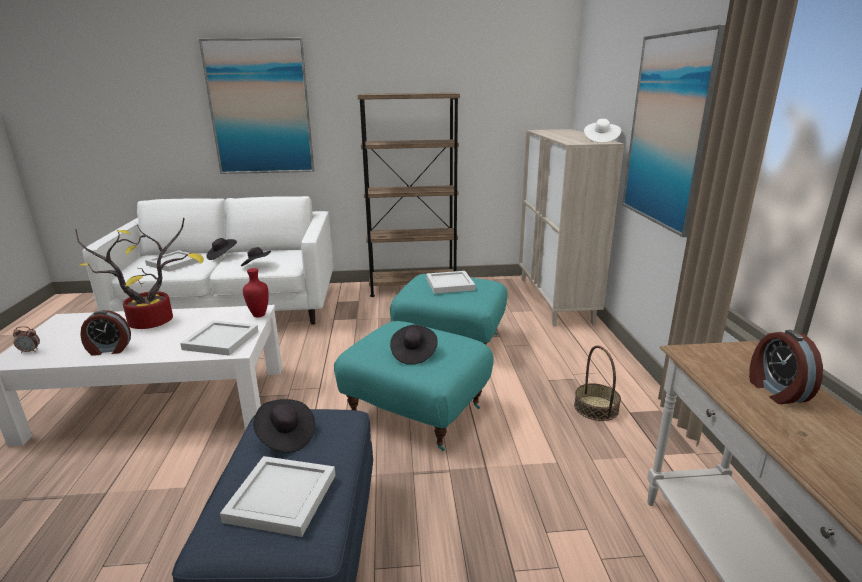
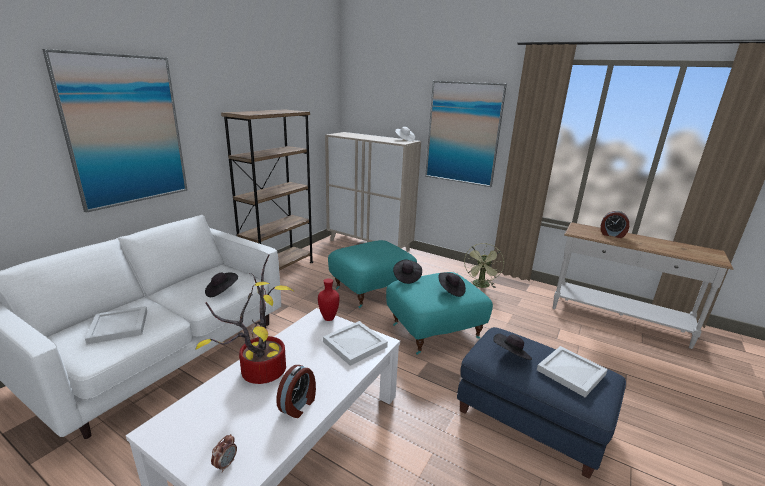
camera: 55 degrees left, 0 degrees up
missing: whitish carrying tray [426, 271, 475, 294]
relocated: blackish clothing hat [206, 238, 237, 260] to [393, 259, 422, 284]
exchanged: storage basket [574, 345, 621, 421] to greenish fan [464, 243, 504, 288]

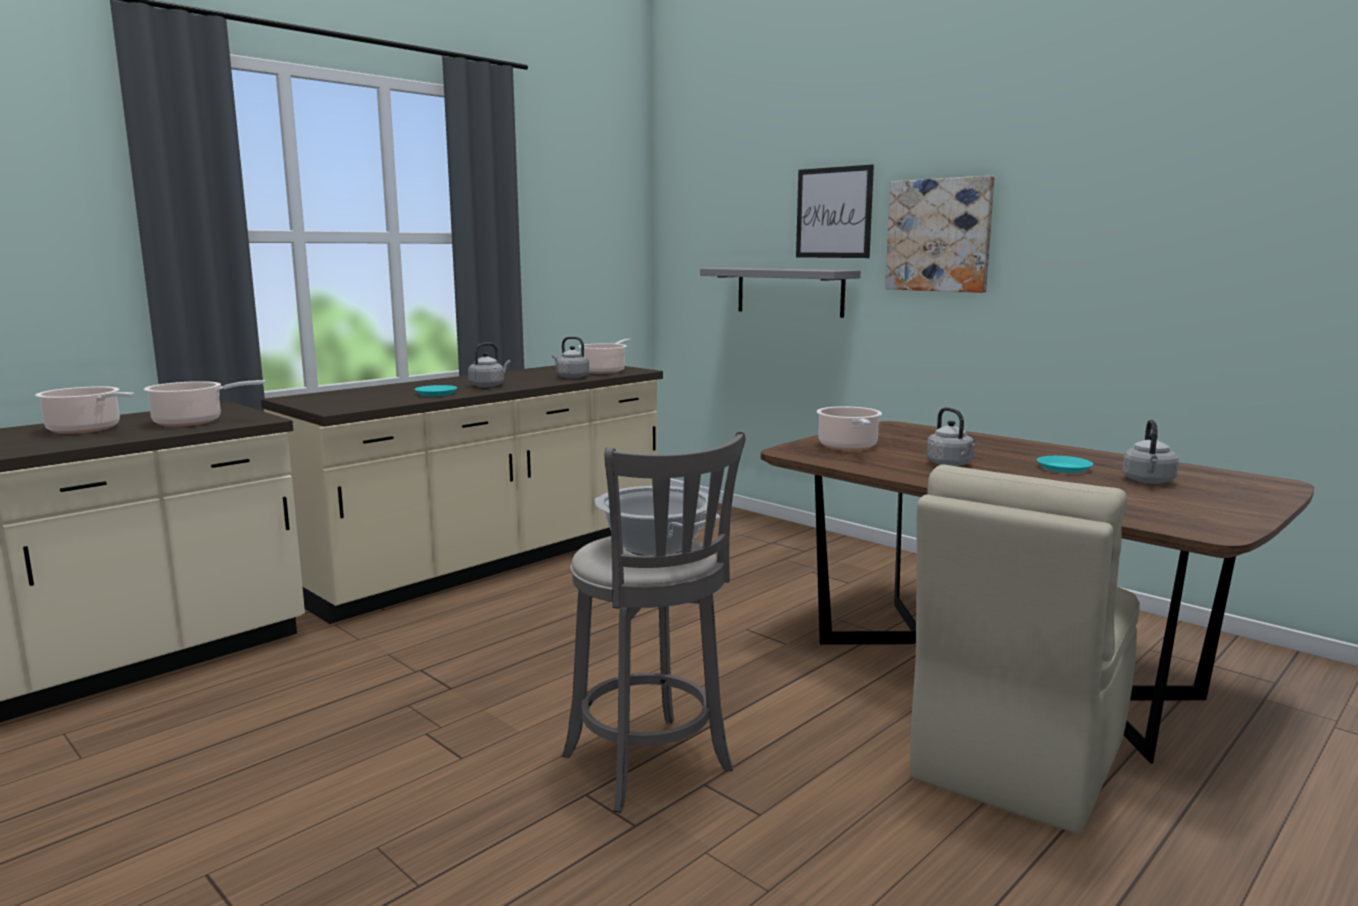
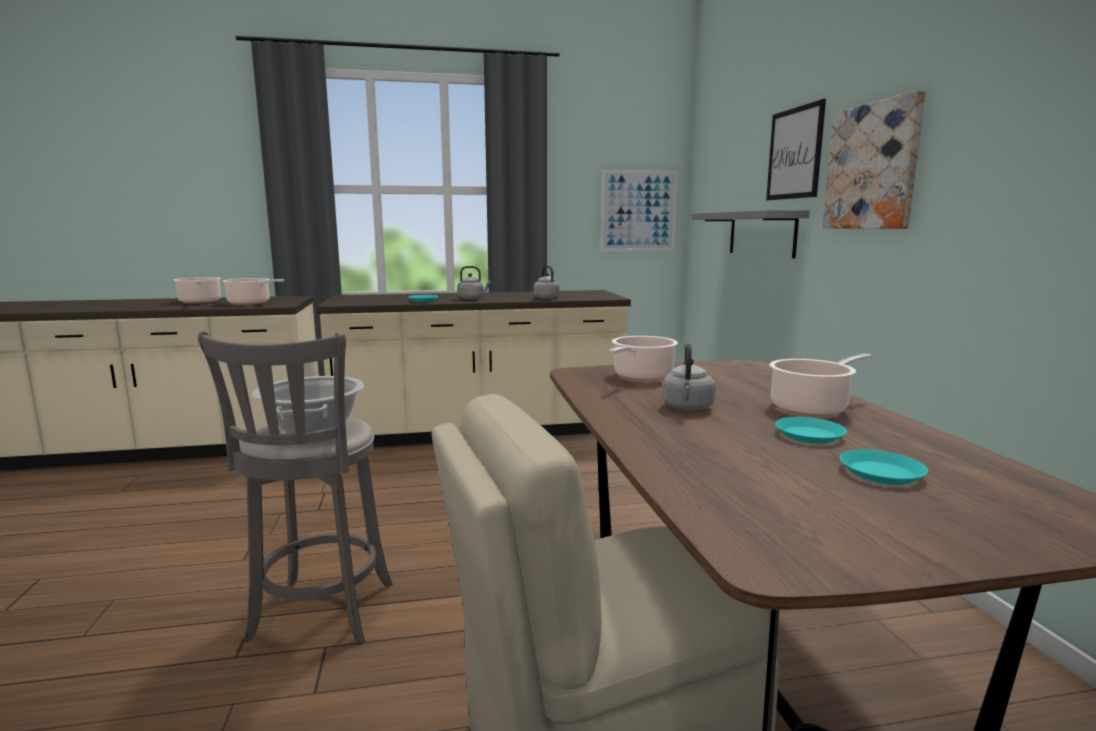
camera: 35 degrees right, 0 degrees up
appeared: wall picture [600, 170, 678, 251]
relocated: saucepot [578, 339, 631, 374] to [769, 354, 872, 416]
exchanged: grey water kettle [1122, 420, 1179, 484] to turquoise-coloured dinner plate [840, 449, 928, 485]

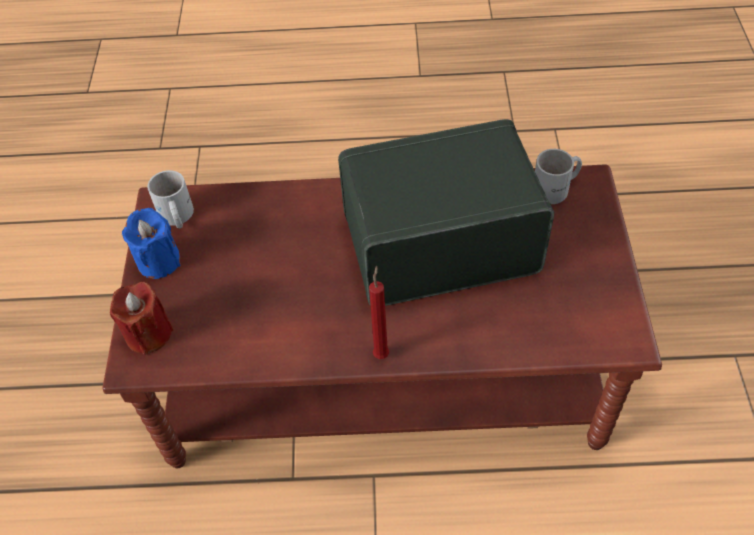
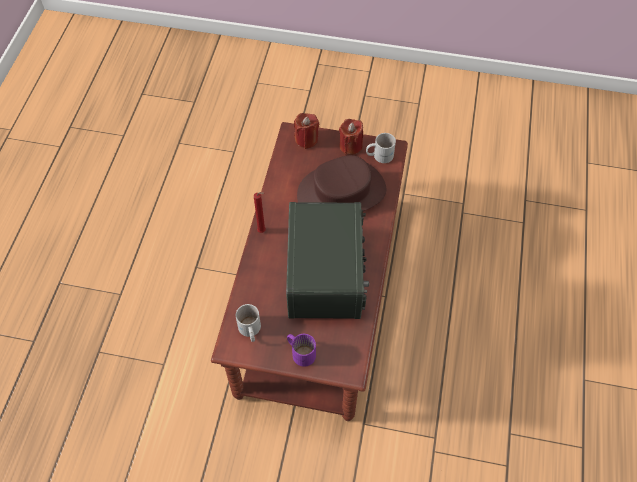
camera: 100 degrees right, 5 degrees up
appeared: purple coffee mug [287, 334, 316, 367]; brownish clothing hat [297, 155, 386, 211]
relocated: whitish coffee mug [535, 149, 582, 204] to [236, 304, 261, 342]
colour: blue wax light [122, 208, 181, 279] to red-coloured wax light [339, 119, 363, 155]

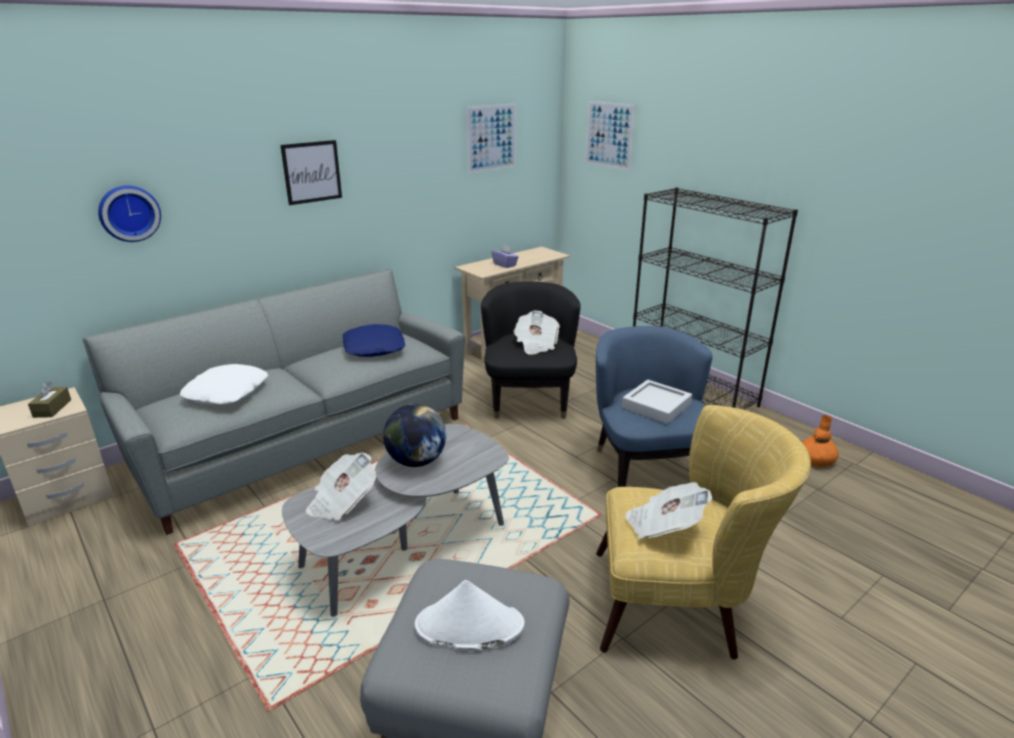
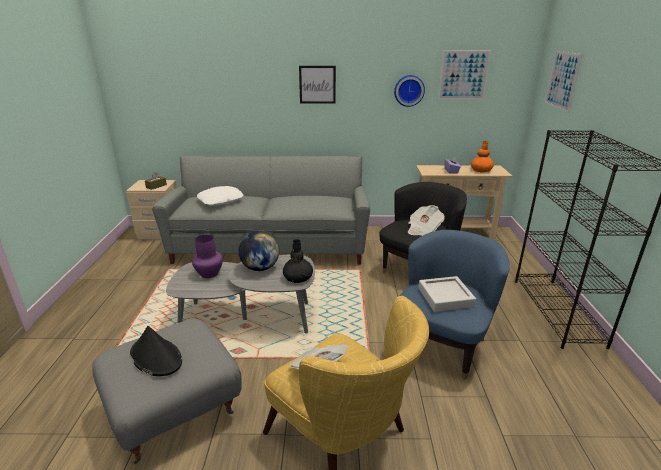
camera: 40 degrees right, 0 degrees up
missing: blue cushion [343, 324, 405, 357]
appeared: blackish flower vase [283, 239, 313, 283]
relocated: hanging clock [98, 185, 161, 242] to [394, 75, 425, 107]; orangey flower vase [802, 415, 839, 467] to [471, 141, 494, 172]
exchanged: daily paper [306, 453, 376, 521] to purple flower vase [192, 235, 223, 278]
colour: whitish clothing hat [415, 580, 525, 651] to blackish clothing hat [130, 326, 182, 376]

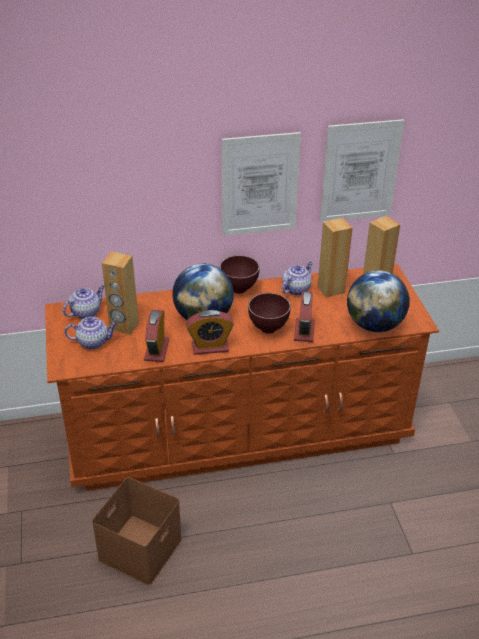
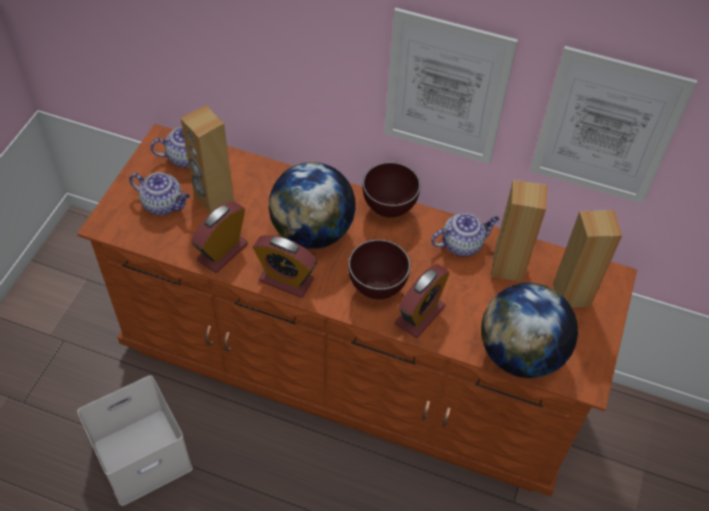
camera: 30 degrees right, 15 degrees up
colour: brownish storage container [92, 477, 182, 586] to whitish storage container [77, 375, 193, 506]

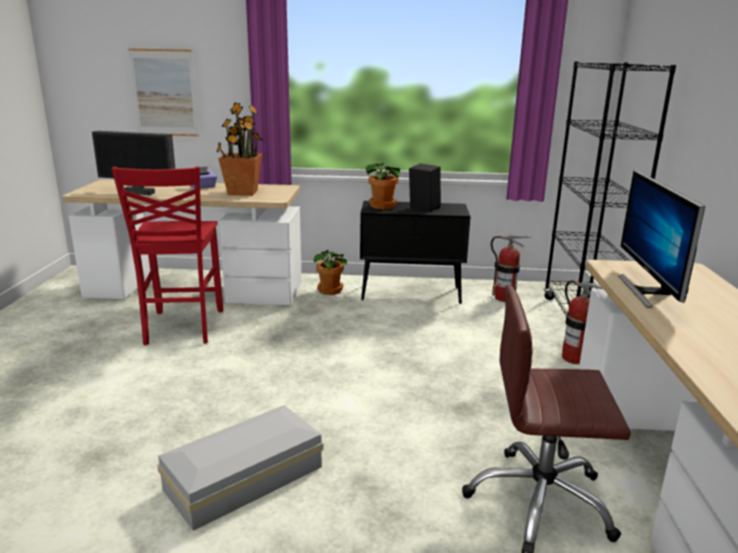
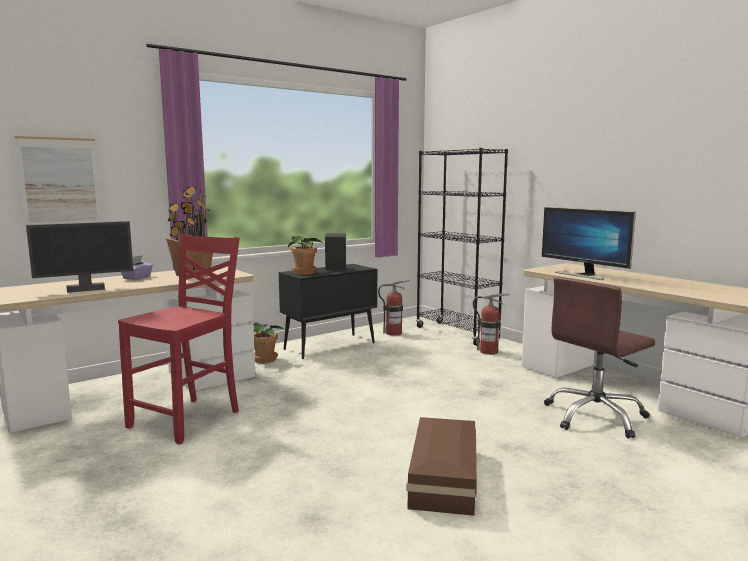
camera: 40 degrees left, 10 degrees down
colour: whitish storage container [157, 405, 323, 531] to brownish storage container [406, 417, 477, 516]
spun: red-coloured plain chair [111, 167, 223, 345] = [118, 233, 240, 445] 105 degrees counterclockwise

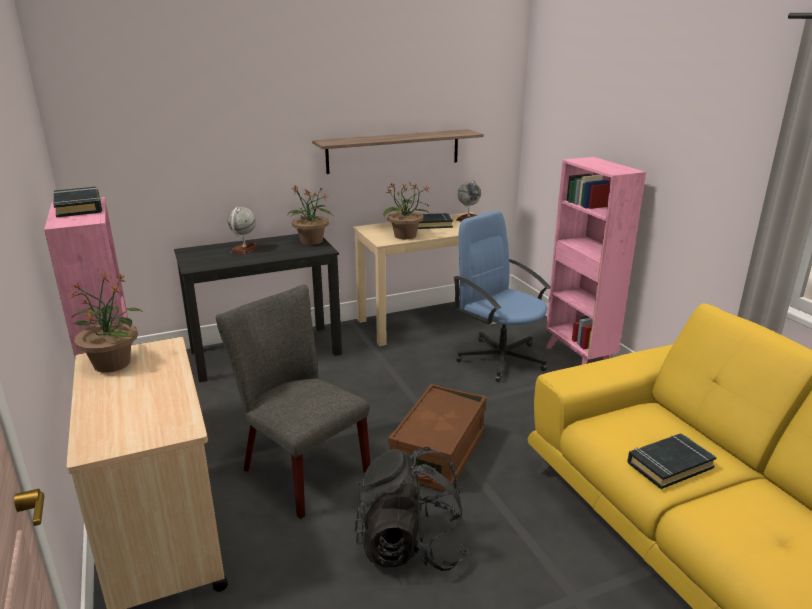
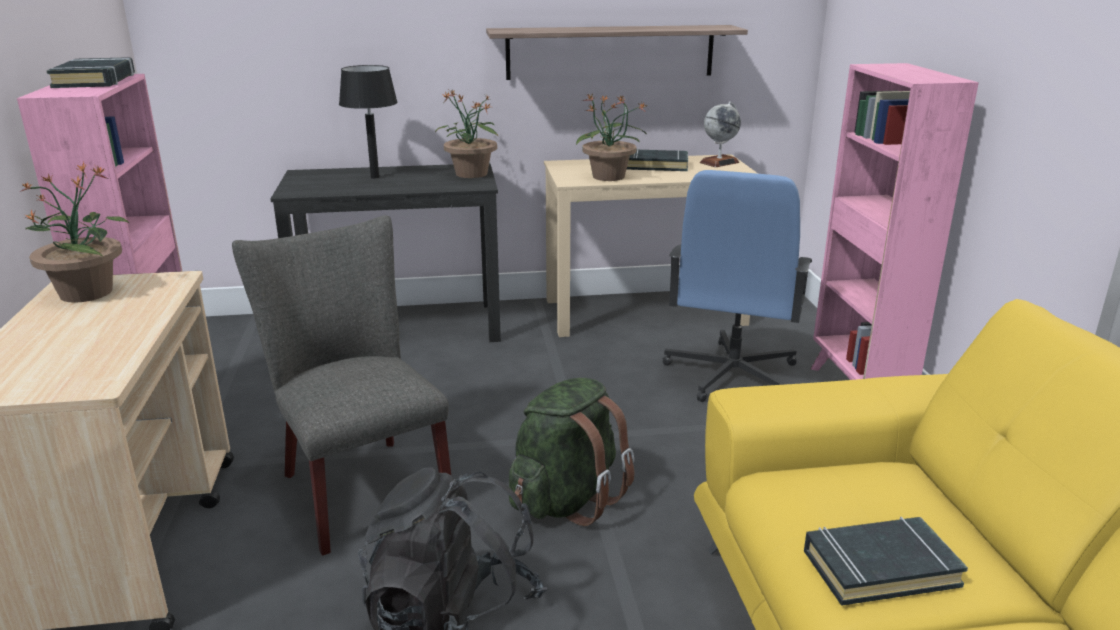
camera: 15 degrees right, 0 degrees up
exchanged: globe [228, 207, 259, 255] to blackish lamp for a table [339, 65, 398, 179]; brownish storage container [388, 384, 487, 492] to greenish knapsack [509, 378, 635, 526]
spun: blue computer chair [453, 211, 551, 382] = [663, 170, 812, 402] 135 degrees counterclockwise

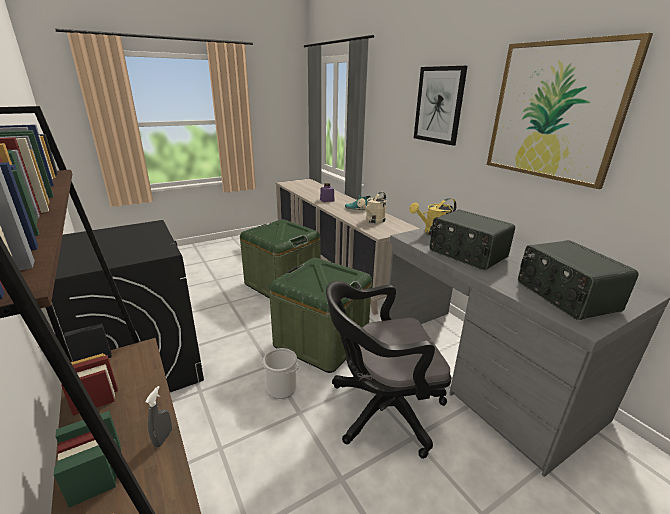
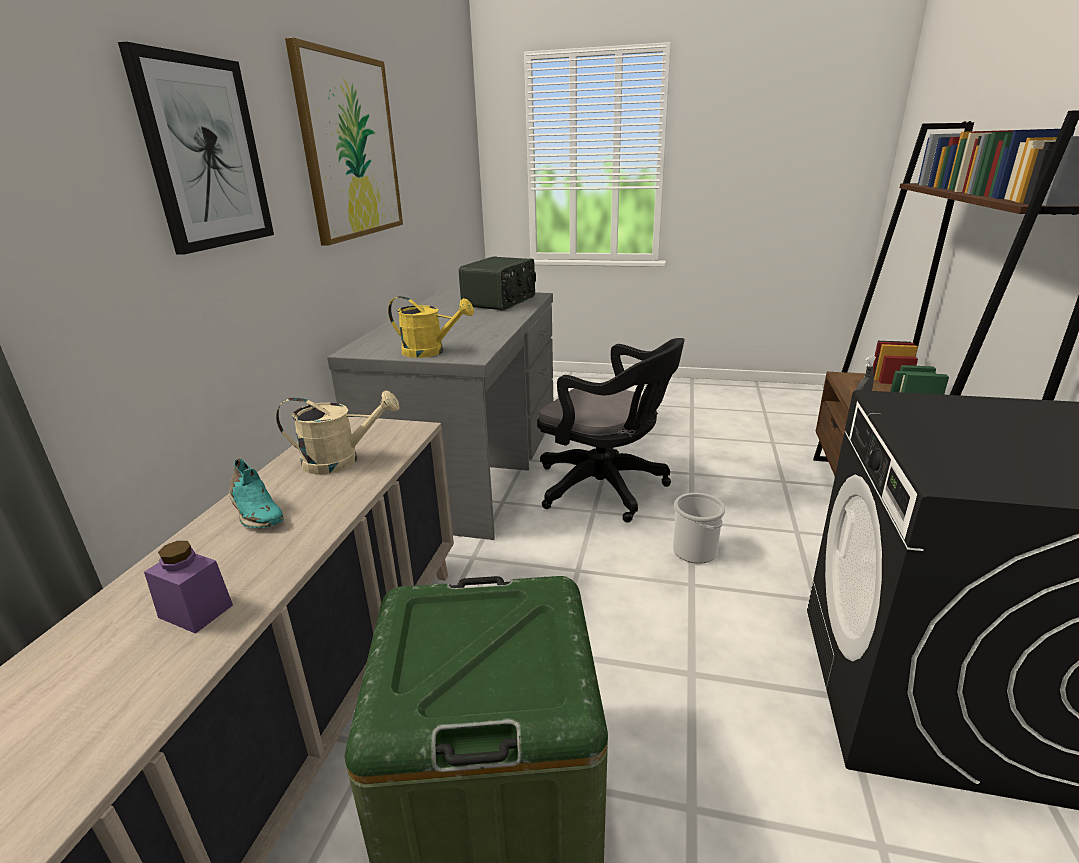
camera: 135 degrees left, 0 degrees up
missing: greenish storage container [269, 258, 372, 373]; radio receiver [430, 209, 515, 270]

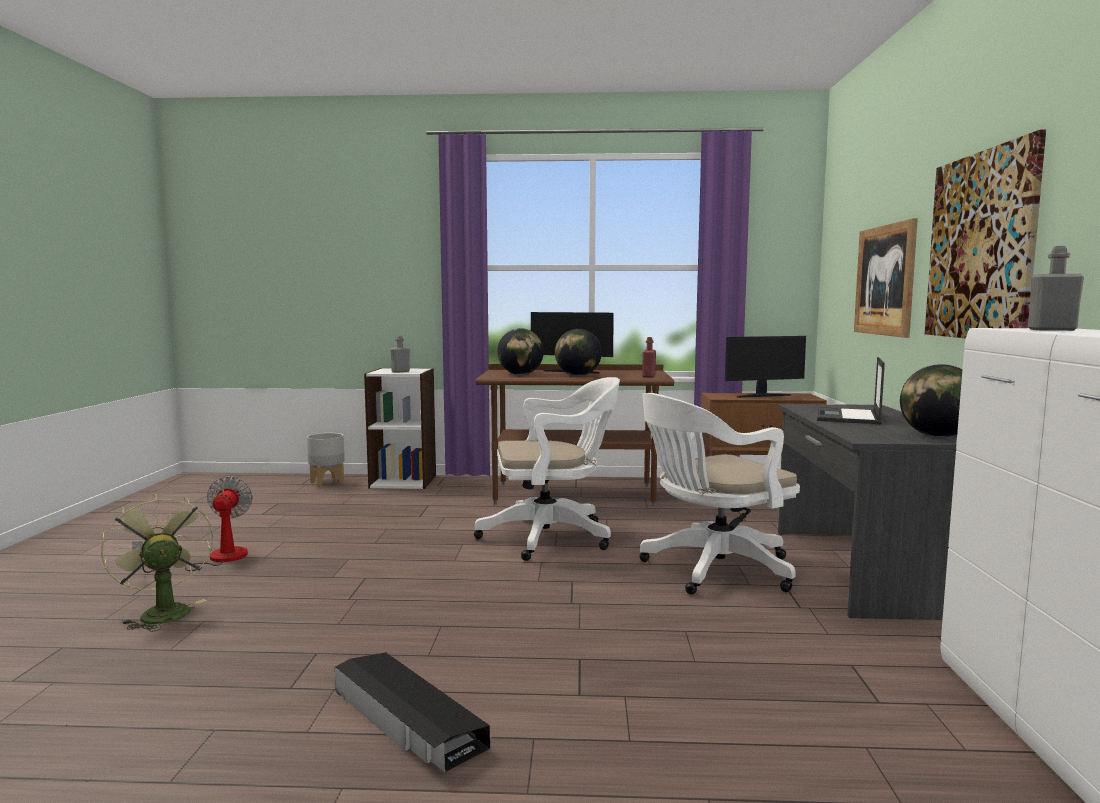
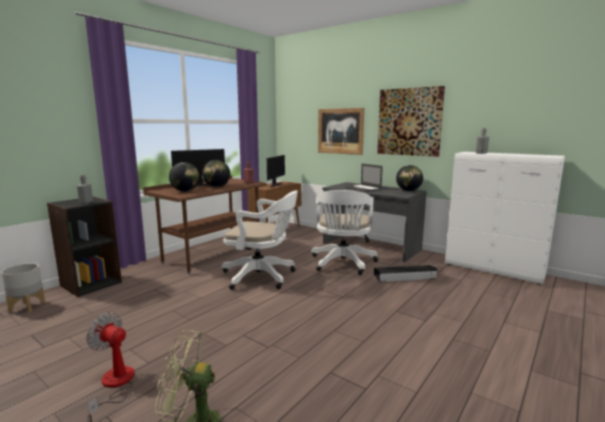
camera: 55 degrees left, 5 degrees up
relocated: blackish storage container [335, 652, 491, 772] to [374, 265, 438, 282]
colour: whitish shelving unit [364, 368, 436, 489] to blackish shelving unit [47, 197, 122, 297]
spun: whitish computer chair [474, 377, 620, 561] = [222, 191, 298, 290] 75 degrees clockwise

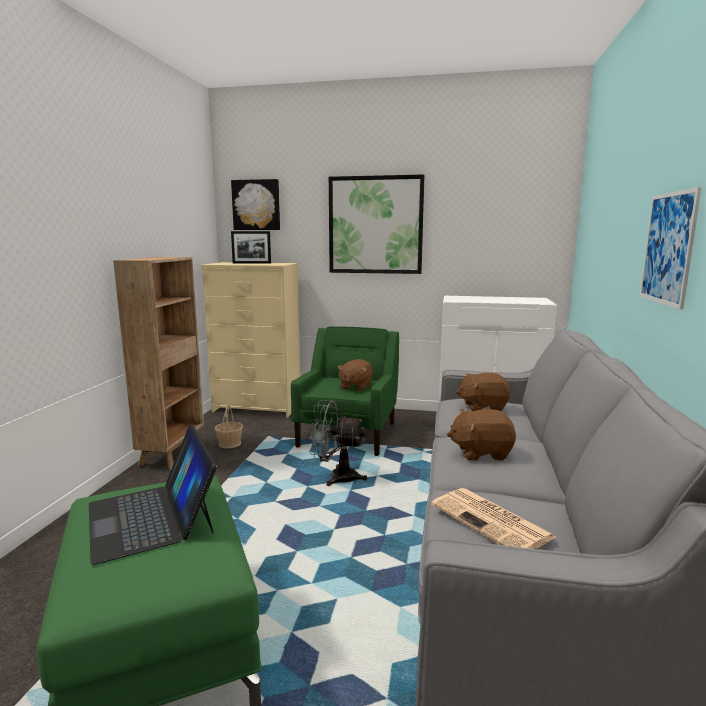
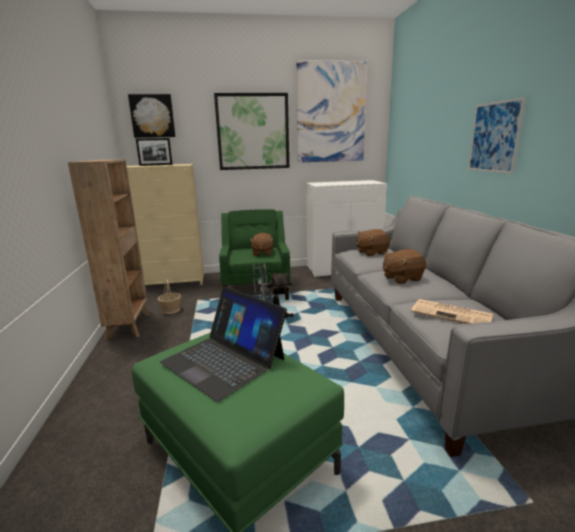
camera: 20 degrees left, 5 degrees up
appeared: wall picture [296, 60, 367, 162]

